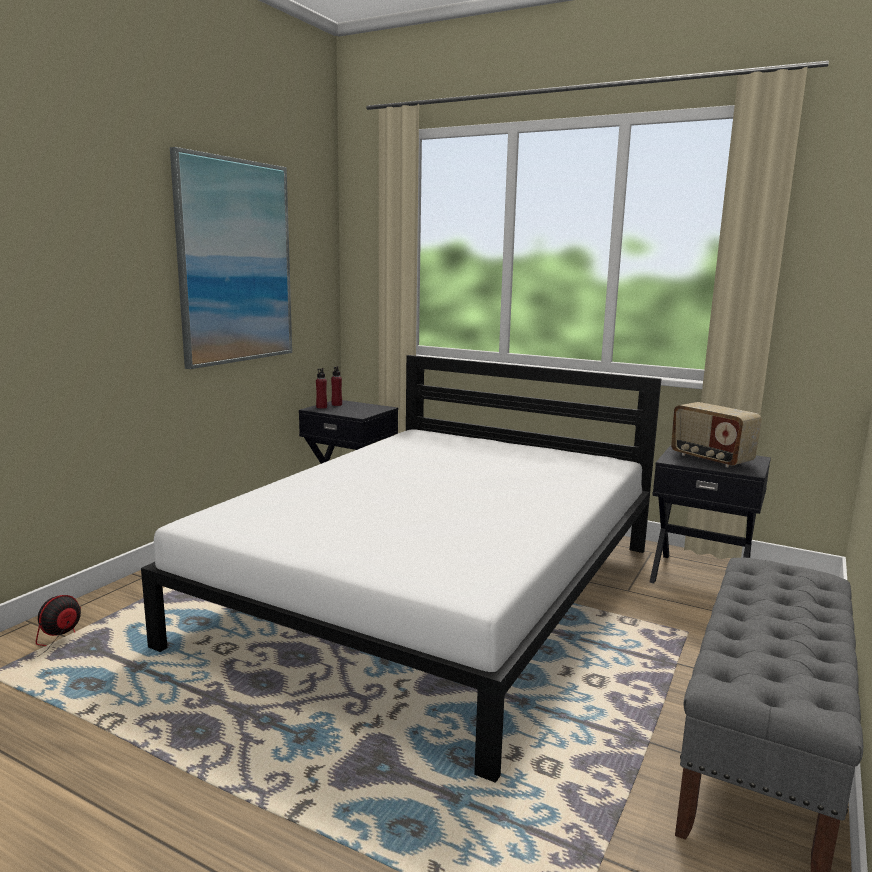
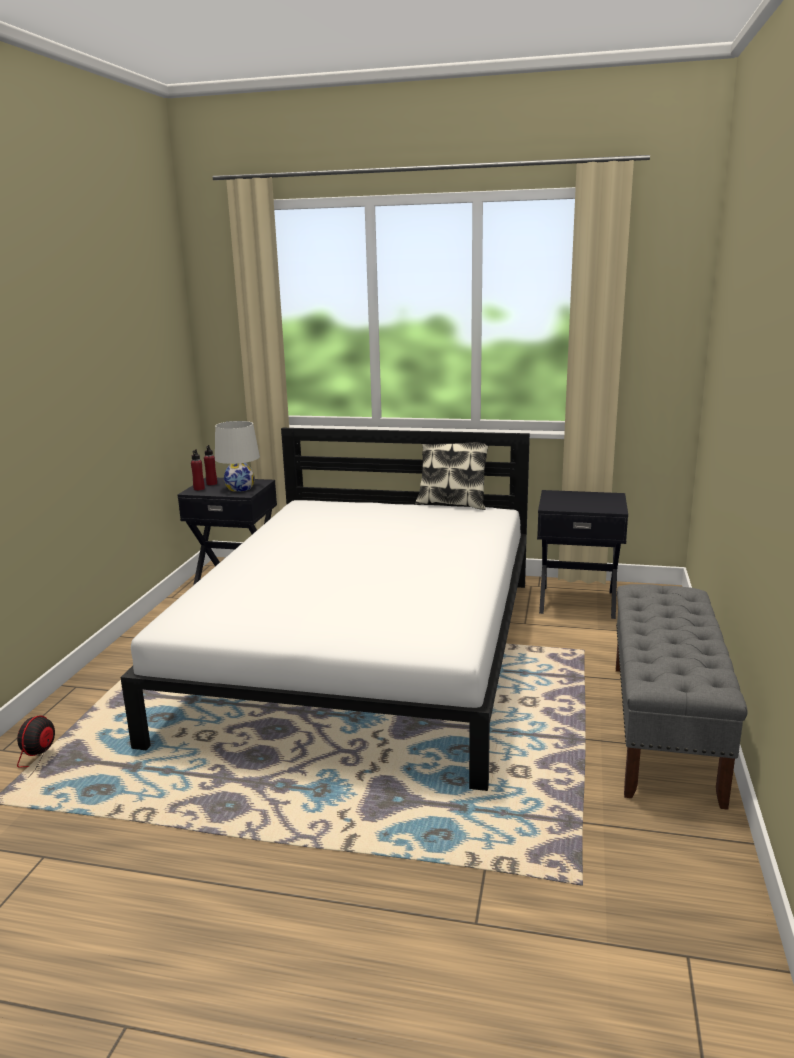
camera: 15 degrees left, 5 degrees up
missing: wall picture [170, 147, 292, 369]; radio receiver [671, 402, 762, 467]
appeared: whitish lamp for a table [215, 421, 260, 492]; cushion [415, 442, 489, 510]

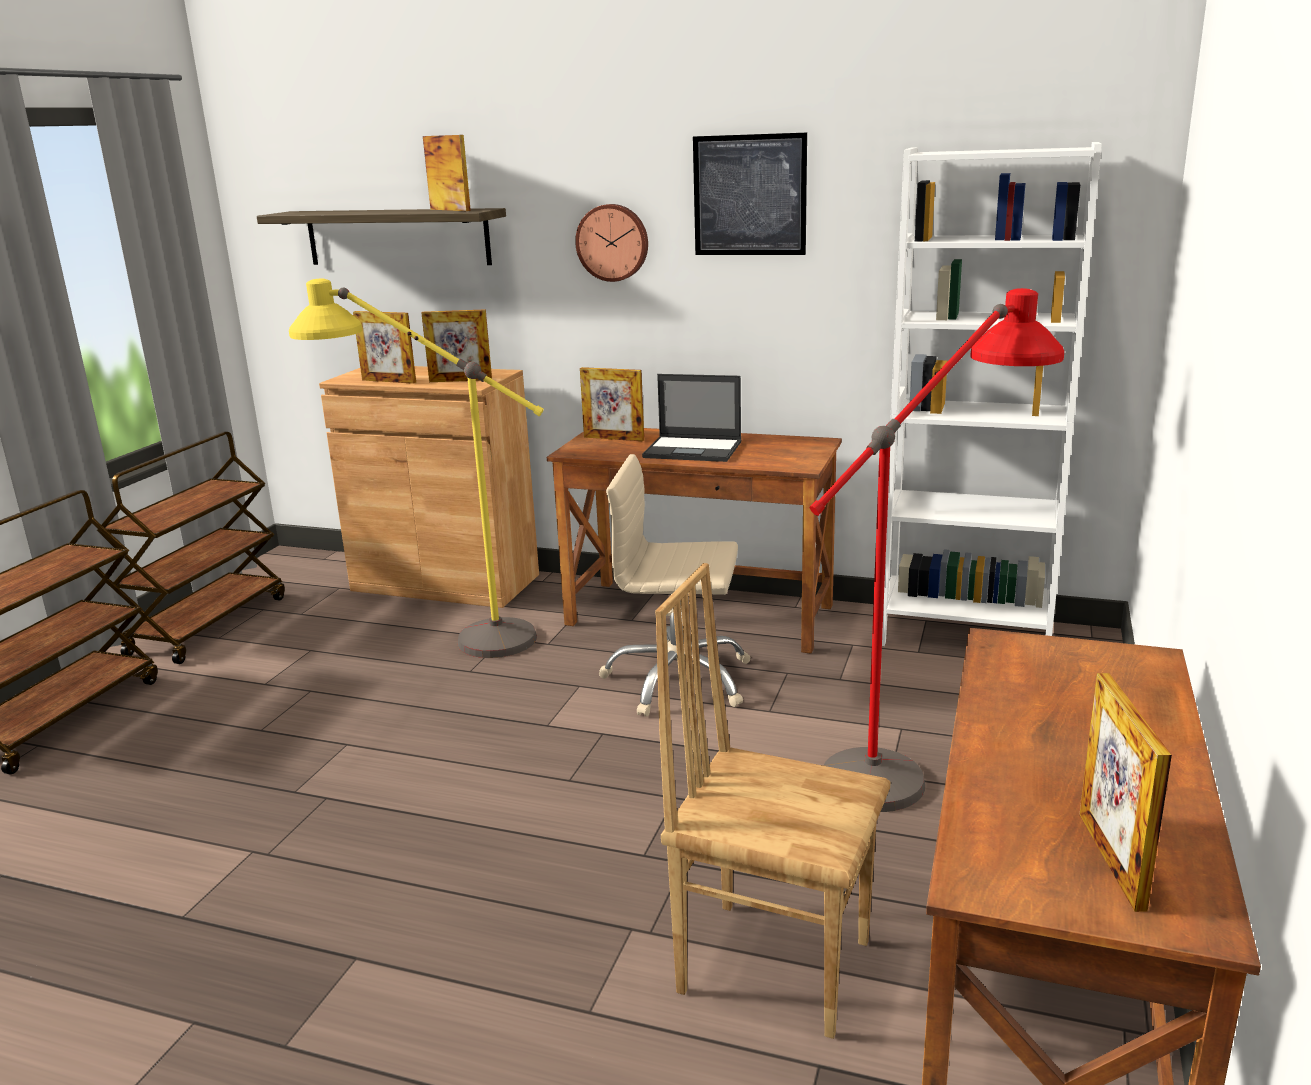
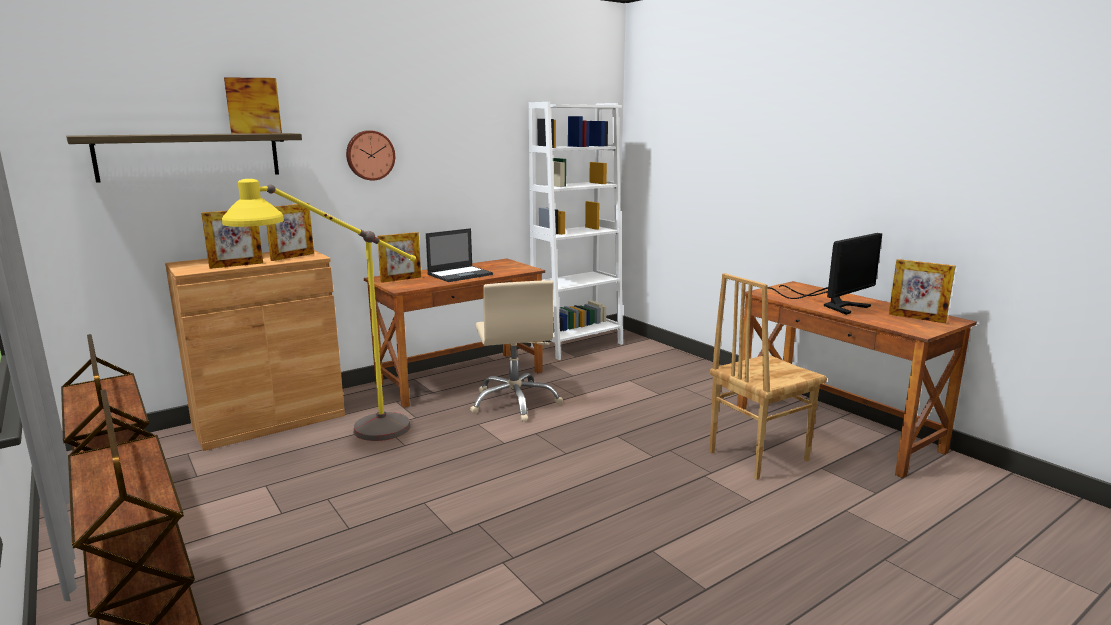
camera: 55 degrees left, 5 degrees down
missing: wall picture [693, 133, 807, 255]; red-coloured floor lamp [810, 288, 1064, 812]
appeared: computer display [767, 233, 882, 315]
spun: sand-coloured computer chair [599, 454, 751, 717] = [470, 280, 563, 422] 60 degrees counterclockwise

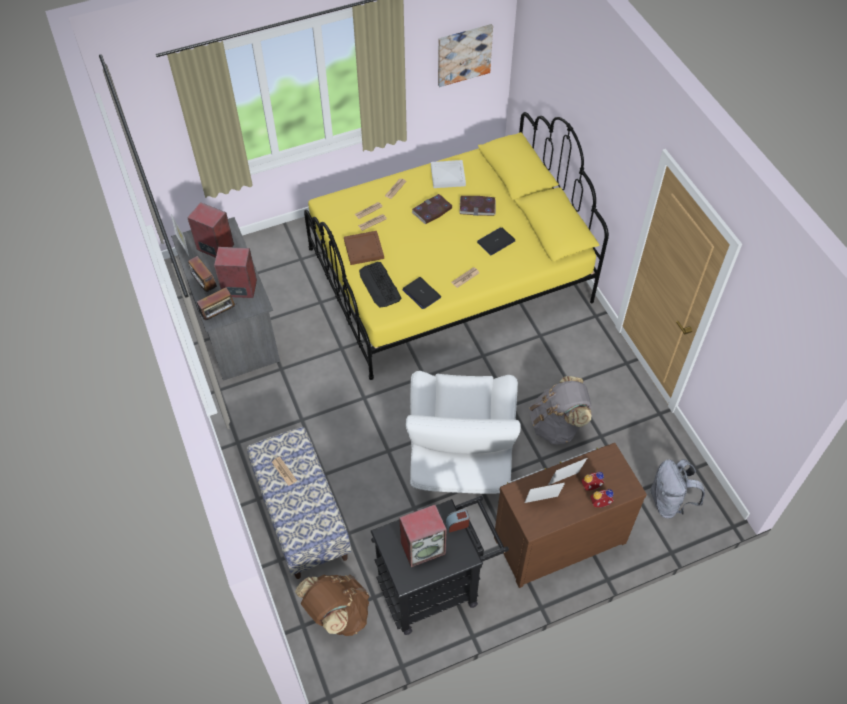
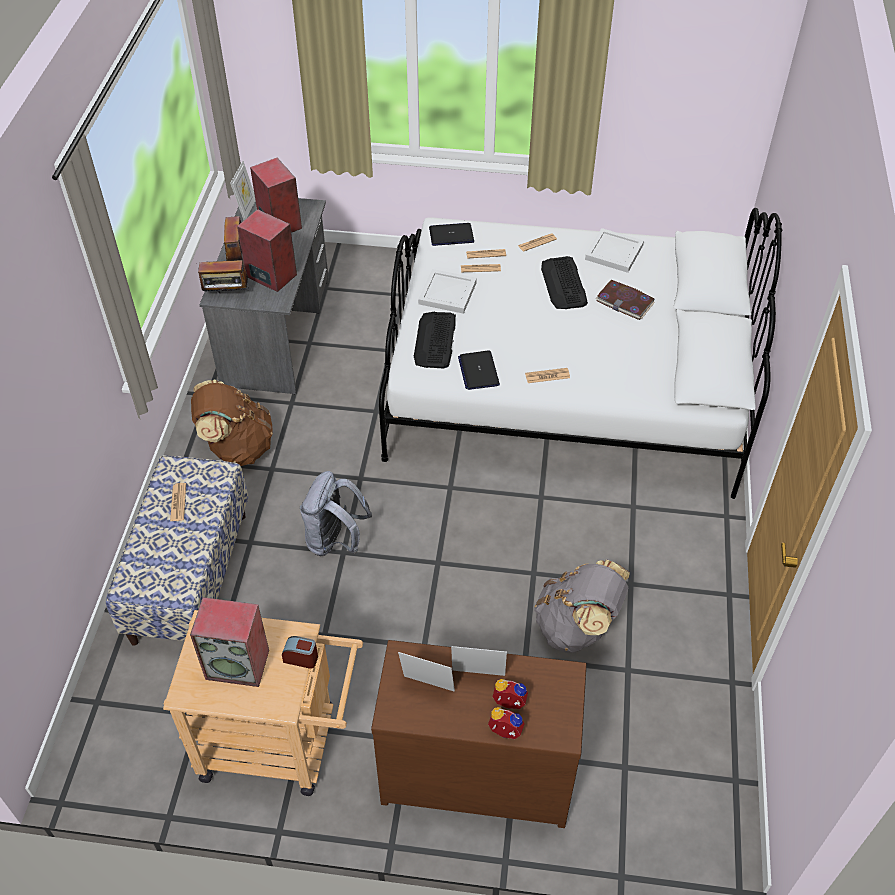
camera: 30 degrees right, 5 degrees down
missing: whitish lounge chair [406, 371, 521, 494]; wall picture [438, 24, 493, 87]
relocated: brownish knapsack [295, 575, 370, 636] to [191, 380, 273, 466]; grey knapsack [650, 459, 705, 519] to [300, 471, 372, 556]; laptop [477, 227, 516, 255] to [429, 223, 474, 246]
exchanged: book [412, 194, 453, 224] to keyboard [541, 256, 588, 309]
colour: blackish wheeled cart [371, 496, 509, 635] to sand-coloured wheeled cart [163, 610, 363, 796]; yellow-coloured bedroom bed [304, 112, 609, 380] to whitish bedroom bed [379, 208, 782, 499]; brownish carrying tray [344, 231, 384, 265] to whitish carrying tray [418, 269, 477, 314]

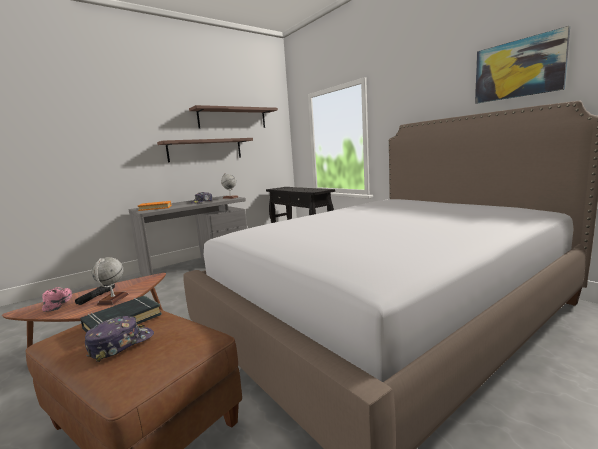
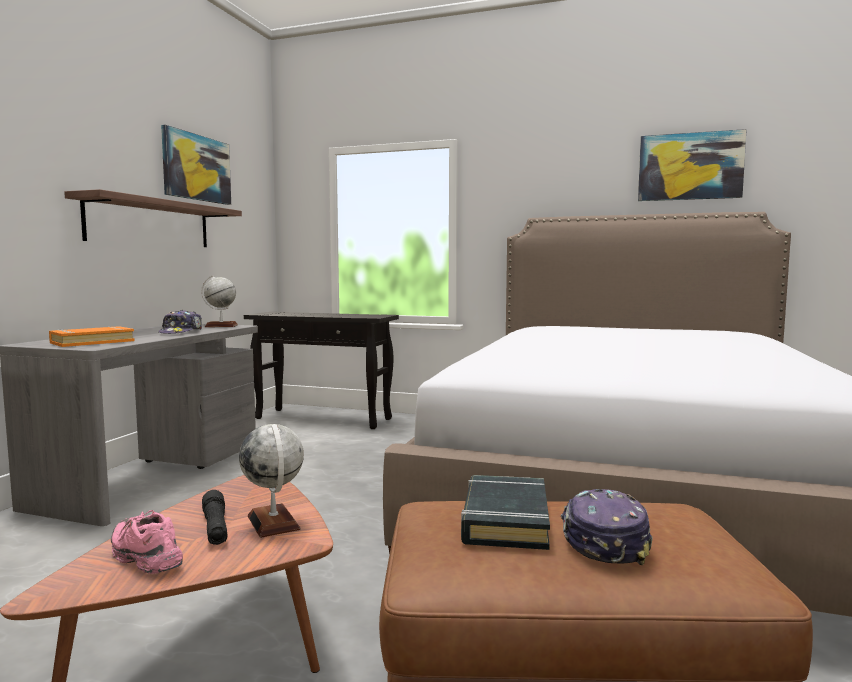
camera: 35 degrees left, 5 degrees down
exchanged: wall shelf [189, 105, 278, 129] to wall picture [161, 125, 231, 205]

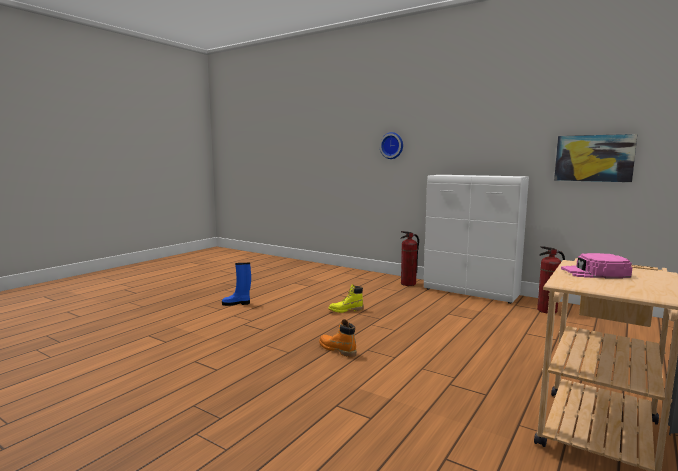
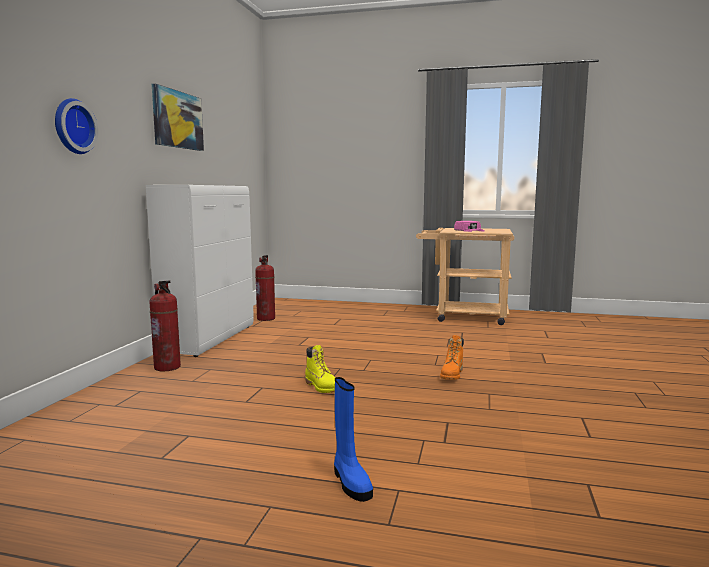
camera: 110 degrees left, 0 degrees up
relocated: wall picture [554, 134, 637, 182] to [152, 84, 204, 151]

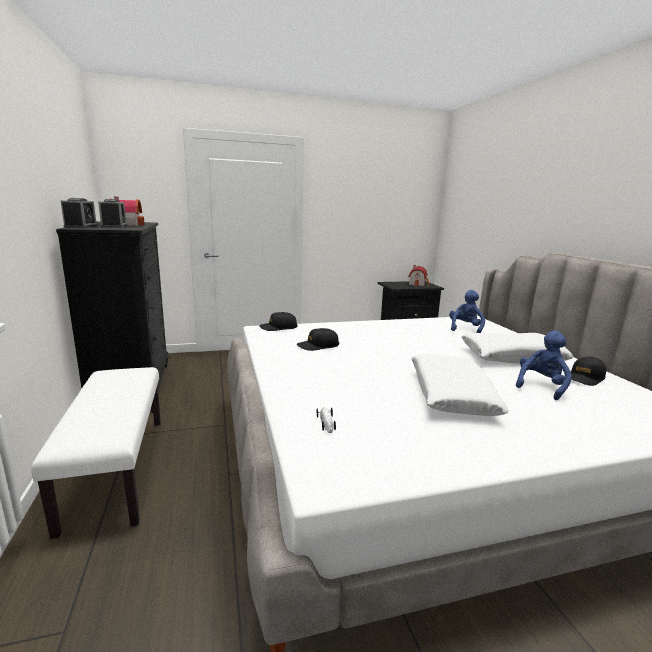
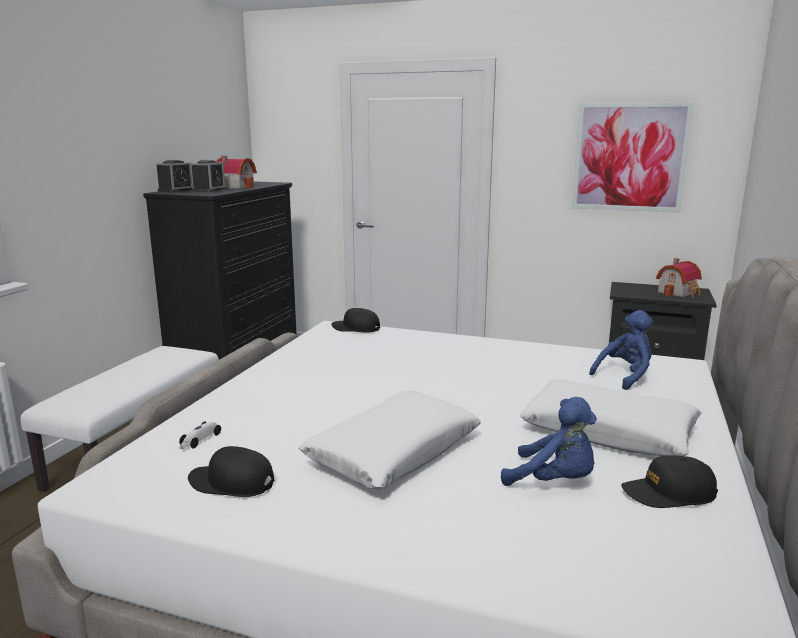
camera: 35 degrees right, 0 degrees up
appeared: wall picture [572, 102, 694, 213]
relocated: blackish peaked cap [297, 328, 339, 351] to [188, 446, 275, 497]
spun: blue soft toy [516, 331, 572, 400] = [501, 397, 597, 486] 45 degrees clockwise

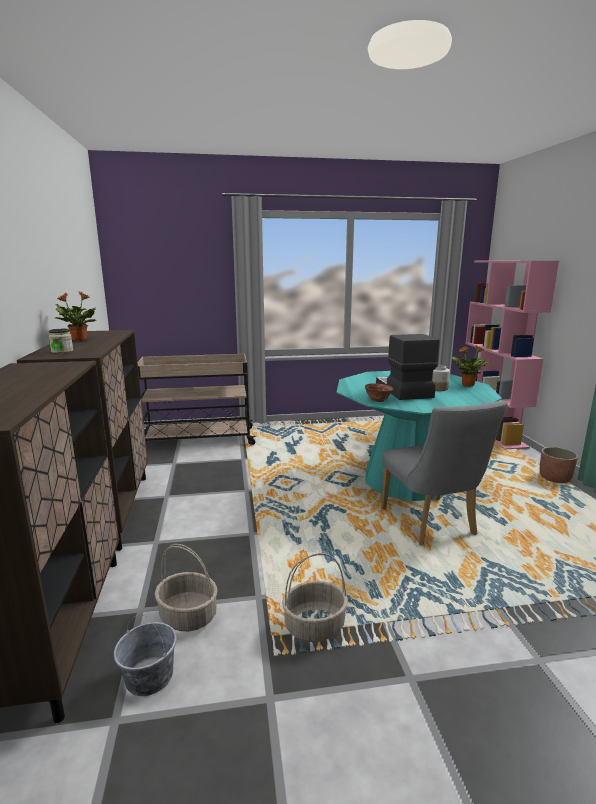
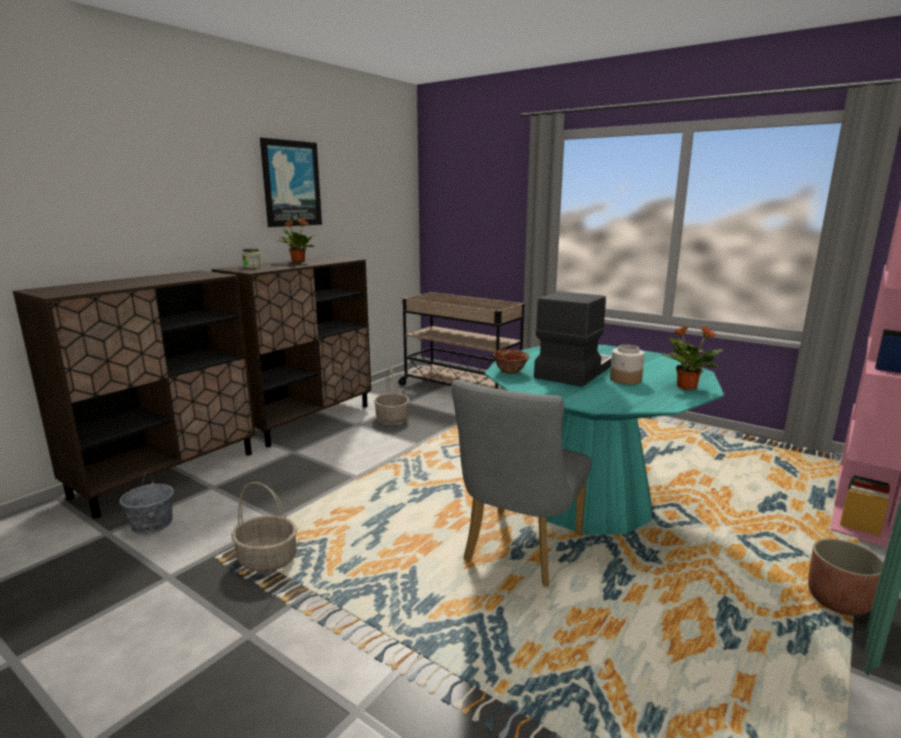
camera: 45 degrees right, 0 degrees up
appeared: wall picture [260, 138, 322, 227]
relocated: storage basket [155, 544, 218, 631] to [374, 368, 410, 424]

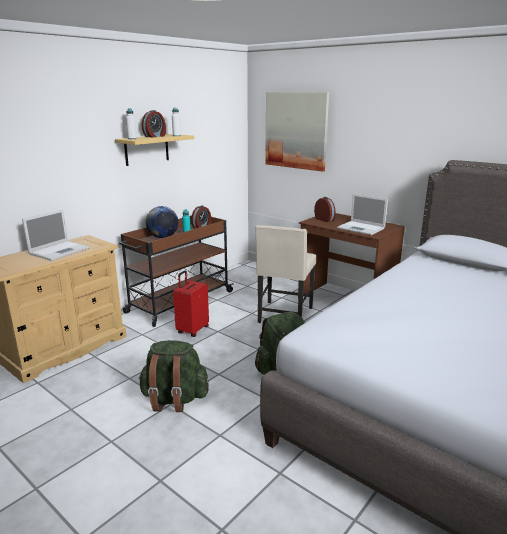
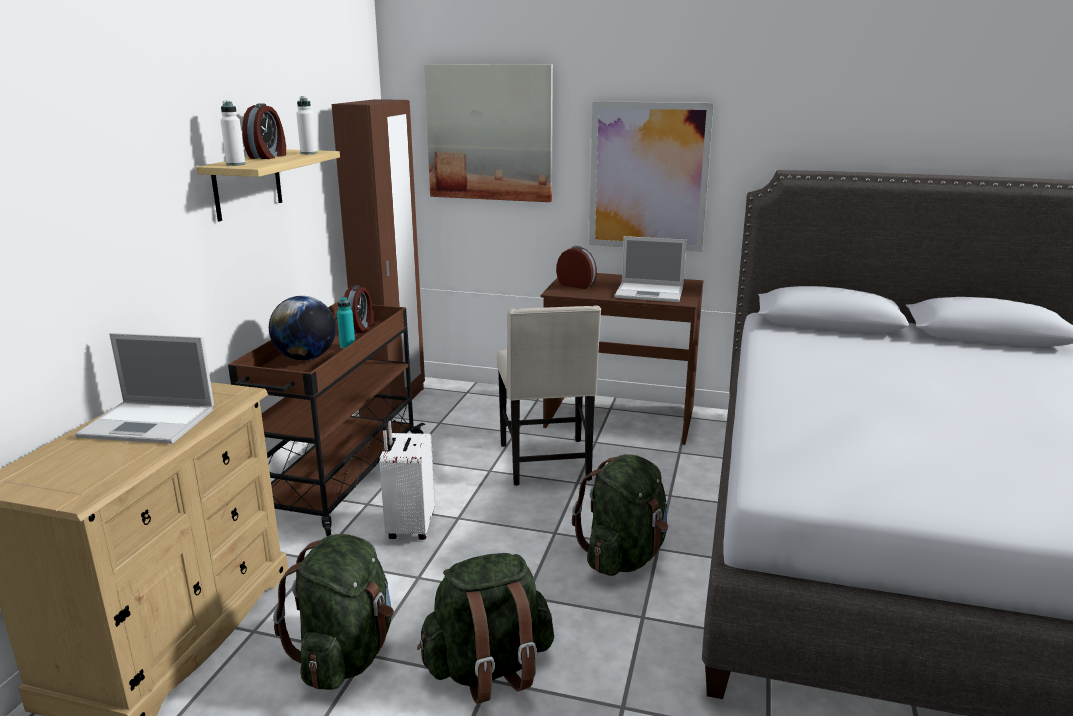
camera: 25 degrees left, 0 degrees up
appeared: greenish knapsack [273, 534, 394, 690]; brownish clothes cupboard [332, 99, 425, 421]; wall picture [589, 101, 714, 252]
colour: red-coloured piece of luggage [173, 270, 209, 337] to whitish piece of luggage [379, 416, 435, 540]
spun: laptop [22, 209, 89, 261] = [75, 333, 214, 444] 90 degrees clockwise

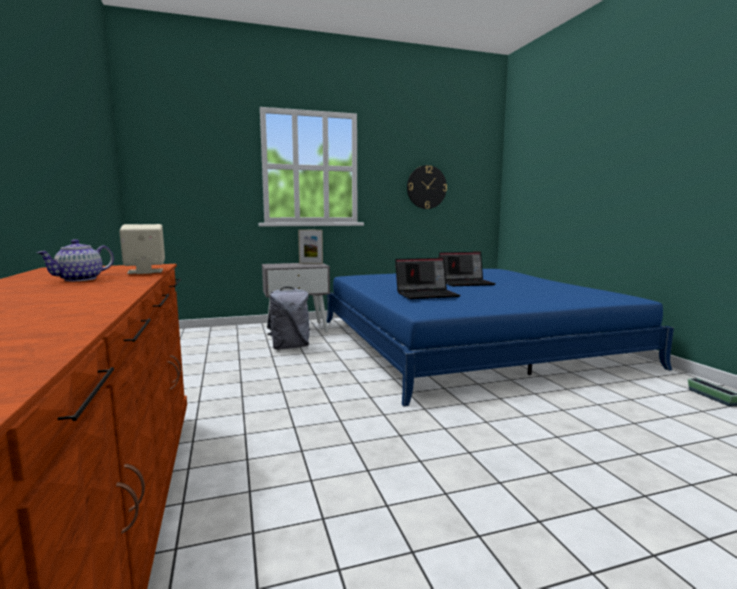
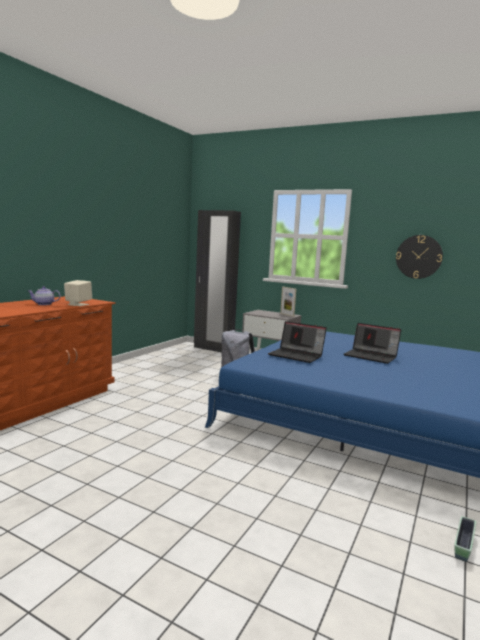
camera: 45 degrees right, 0 degrees up
appeared: blackish clothes cupboard [194, 210, 241, 353]

